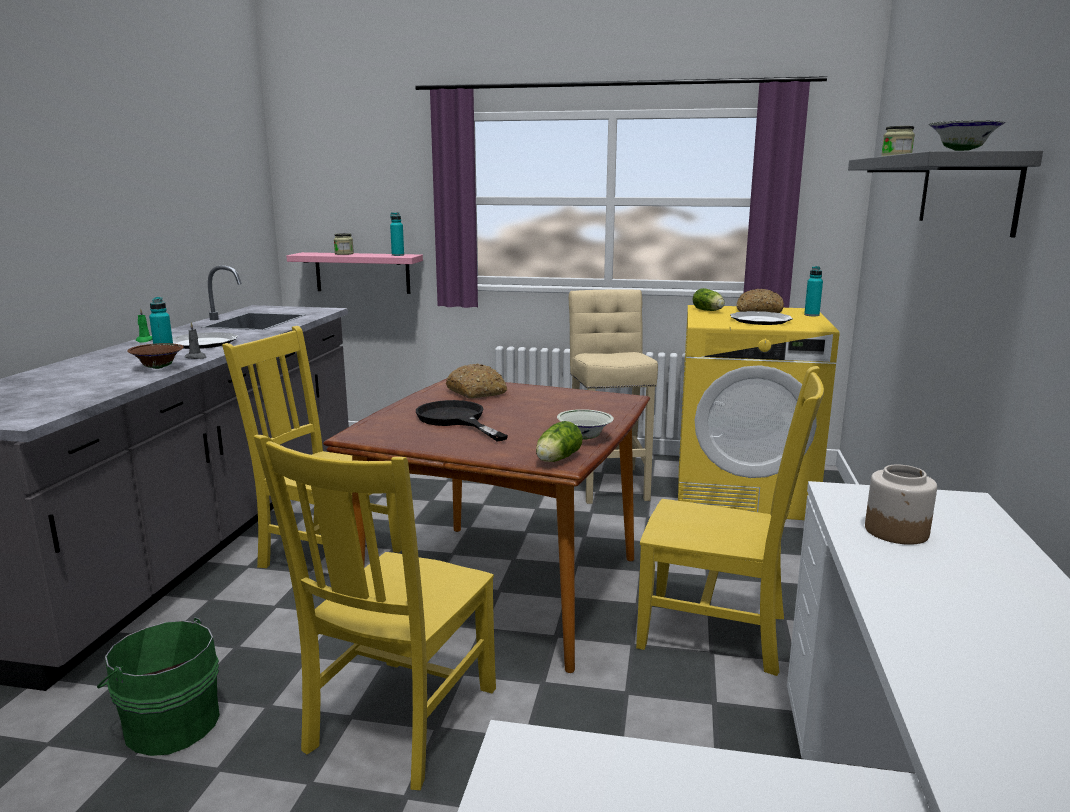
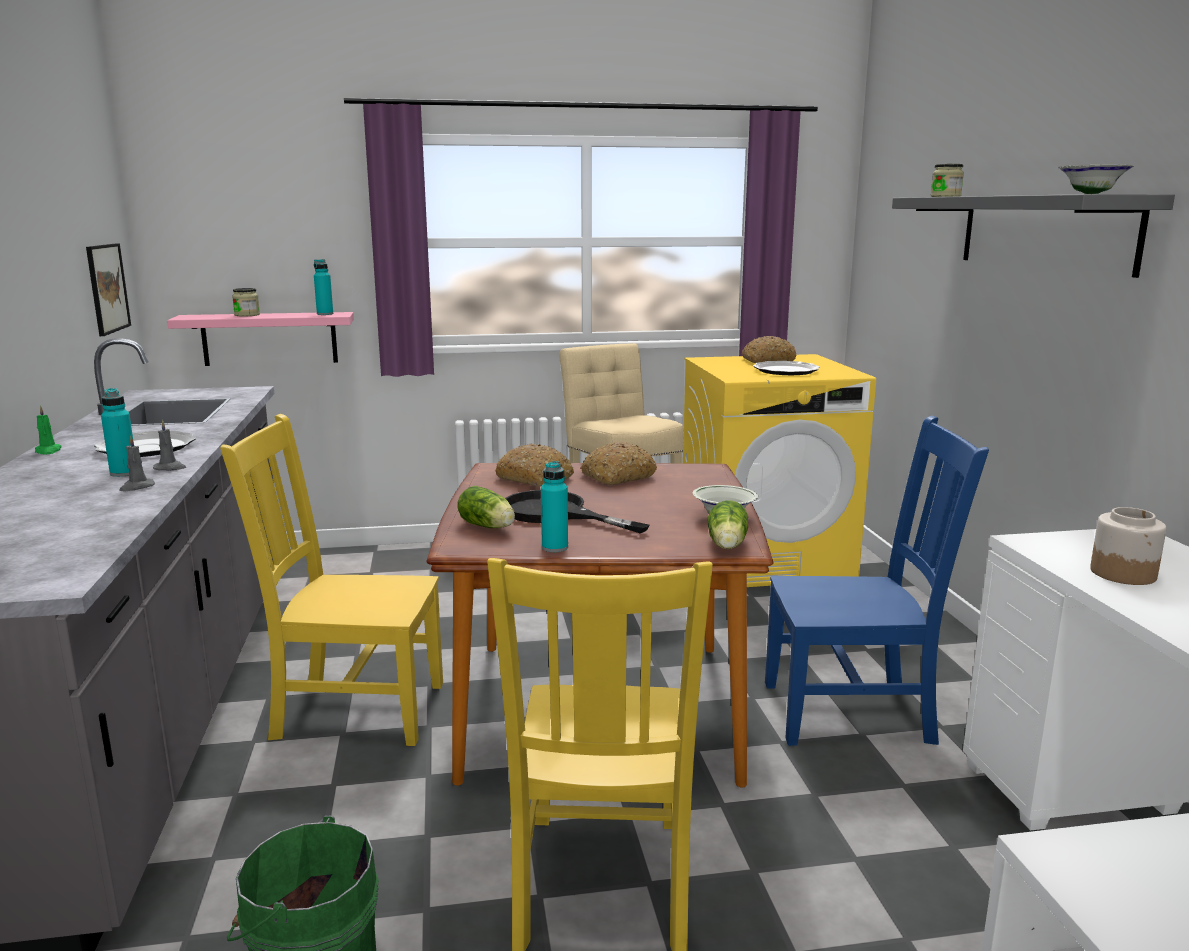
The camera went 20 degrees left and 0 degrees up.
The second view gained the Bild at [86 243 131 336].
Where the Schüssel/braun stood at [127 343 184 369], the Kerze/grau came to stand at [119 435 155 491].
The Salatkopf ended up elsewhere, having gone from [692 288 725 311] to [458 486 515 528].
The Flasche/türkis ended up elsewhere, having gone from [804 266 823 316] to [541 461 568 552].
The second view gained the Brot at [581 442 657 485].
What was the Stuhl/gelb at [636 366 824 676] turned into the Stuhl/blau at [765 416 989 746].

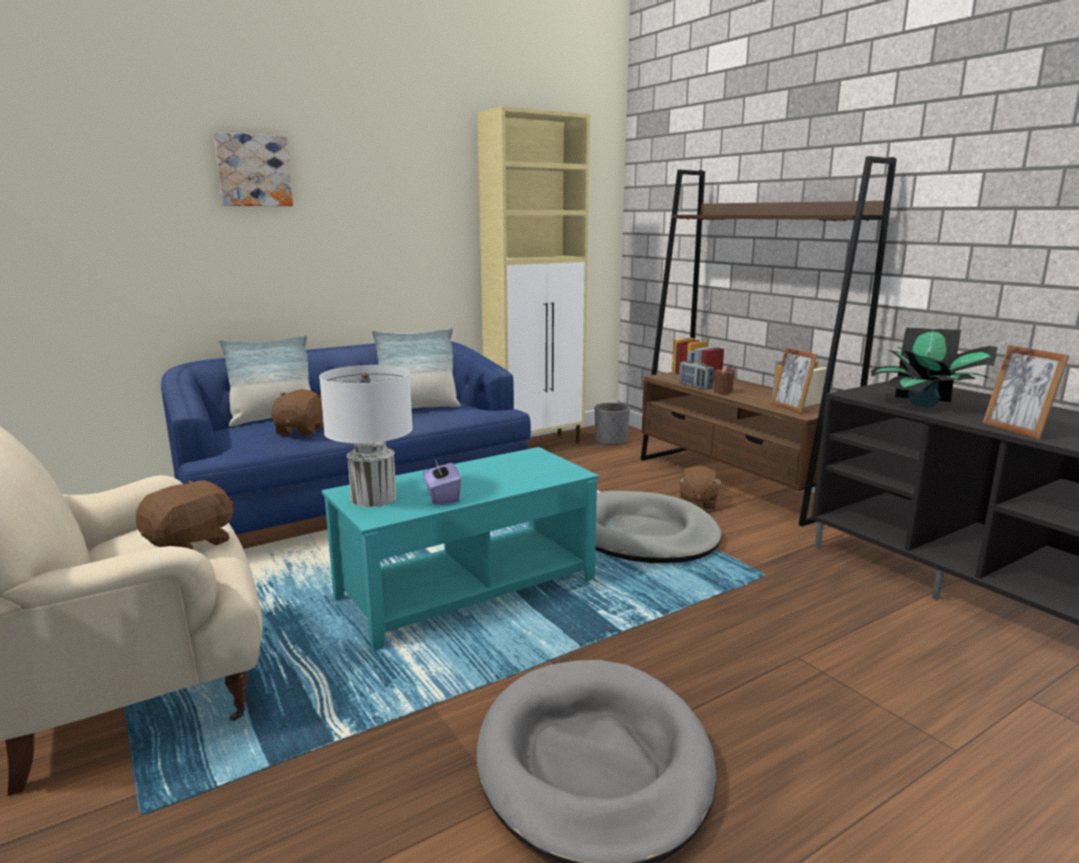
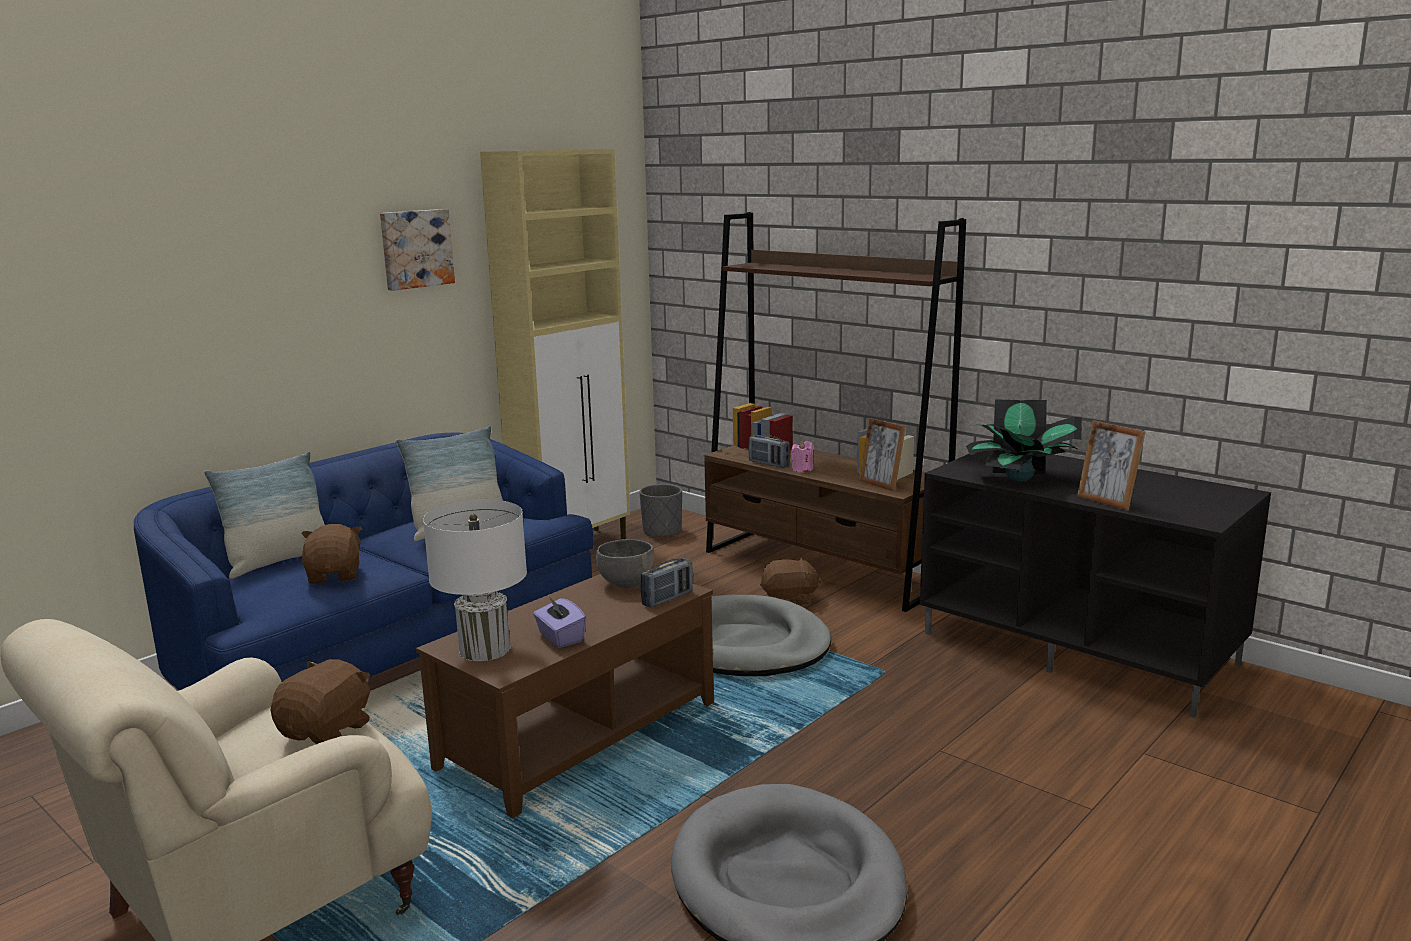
The camera went 15 degrees left and 0 degrees up.
The Bild ended up elsewhere, having gone from [214 132 293 206] to [380 209 455 291].
What was the Couchtisch/türkis at [322 447 599 651] turned into the Couchtisch/braun at [416 574 714 818].
The second view gained the Schüssel/grau at [596 539 654 588].
The second view gained the Radio at [641 558 693 608].
The Plüschtier/braun at [678 466 722 510] ended up facing another way, 90 degrees counterclockwise from before.
What was the Kerze/braun at [713 366 734 394] turned into the Kerze/rosa at [791 441 813 473].

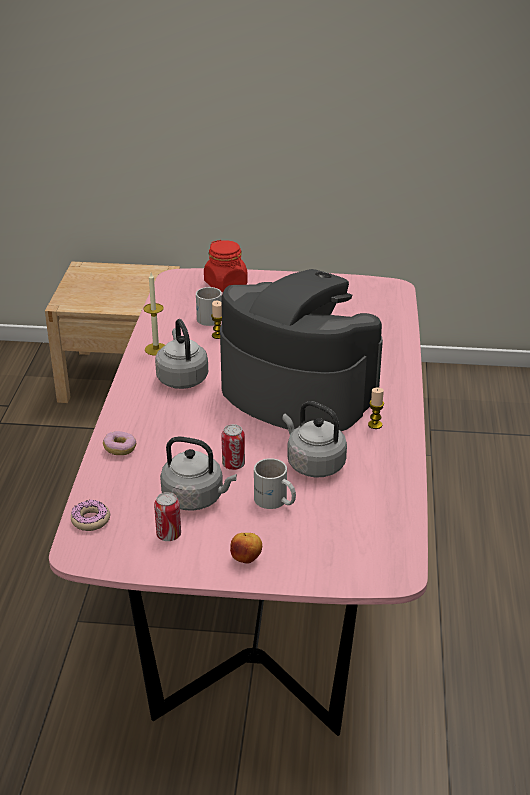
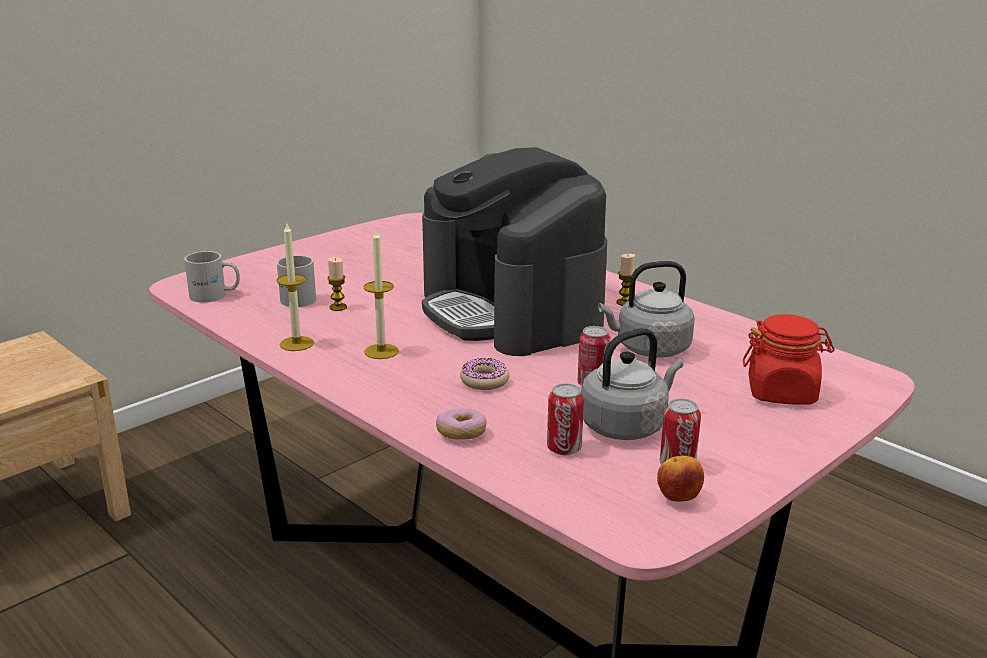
The camera went 50 degrees left and 10 degrees down.
The Henkelbecher/weiß ended up elsewhere, having gone from [254 458 296 509] to [184 251 240 303].
Where the Wasserkessel/grau stood at [155 319 208 389], the Kerze came to stand at [363 230 399 359].
The Kaffeemaschine at [220 269 383 431] ended up facing another way, 105 degrees counterclockwise from before.
The Donut ended up elsewhere, having gone from [71 500 110 531] to [460 358 510 390].
The second view gained the Dose at [547 383 584 455].
The Apfel ended up elsewhere, having gone from [230 533 262 564] to [657 456 704 502].
The Vorratsglas/rot ended up elsewhere, having gone from [204 240 248 292] to [743 314 835 405].

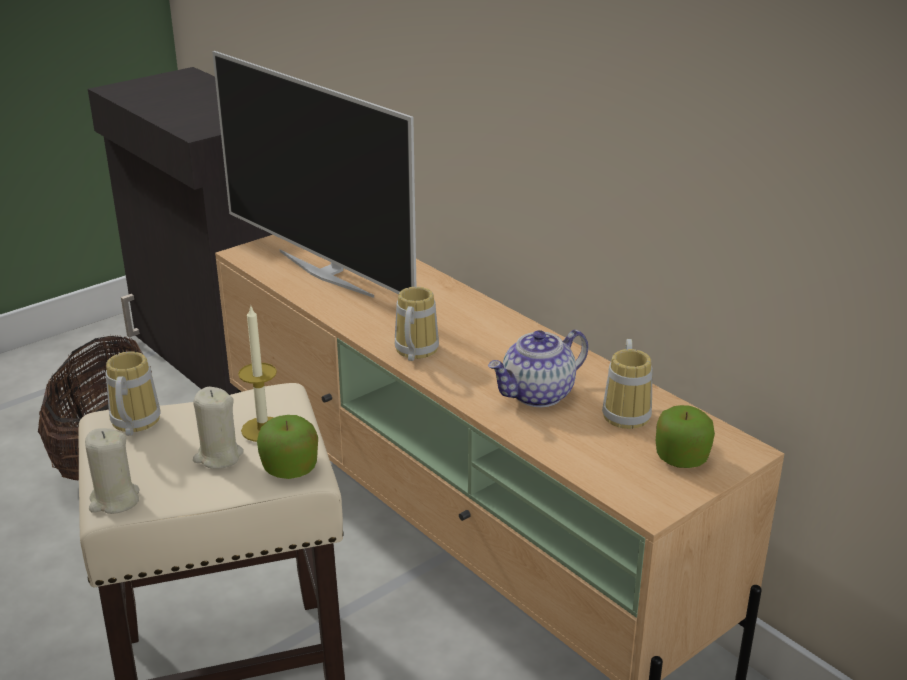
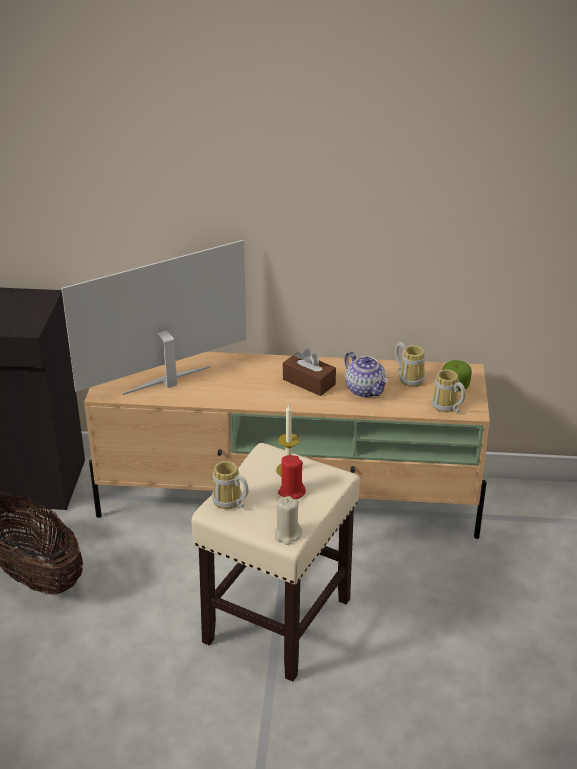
The camera went 45 degrees left and 5 degrees up.
The Fernseher at [212 51 416 298] ended up facing another way, 150 degrees clockwise from before.
What was the Kerze/beige at [193 387 244 469] turned into the Kerze/rot at [278 455 306 499].
The second view gained the Taschentuchbox/braun at [283 349 336 396].
The Teekanne at [488 330 588 407] ended up facing another way, 45 degrees counterclockwise from before.
The Henkelbecher ended up elsewhere, having gone from [395 287 439 361] to [432 370 466 413].
The second view lost the Apfel at [257 415 318 479].

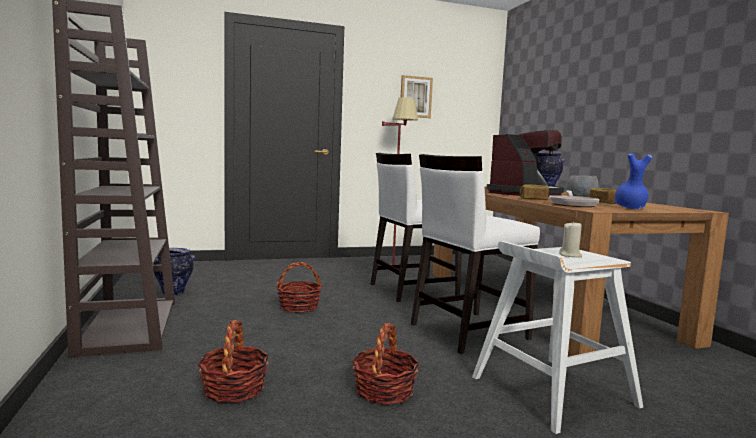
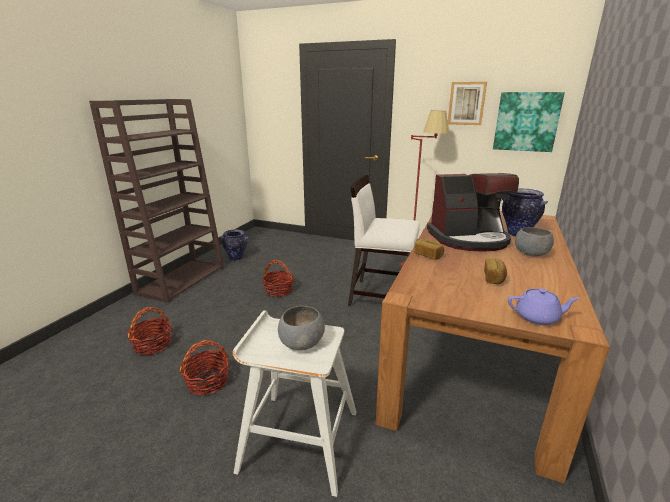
The camera went 40 degrees right and 15 degrees up.
Where the Kerze/beige stood at [559 221 582 257], the Schüssel/grau came to stand at [278 306 325 350].
The second view gained the Bild at [493 92 565 152].
The second view gained the Teekanne/lila at [508 288 580 325].
The second view lost the Stuhl/weiß at [411 154 540 354].
The second view lost the Pfanne at [549 191 599 207].
The second view lost the Vase/blau at [615 153 653 209].

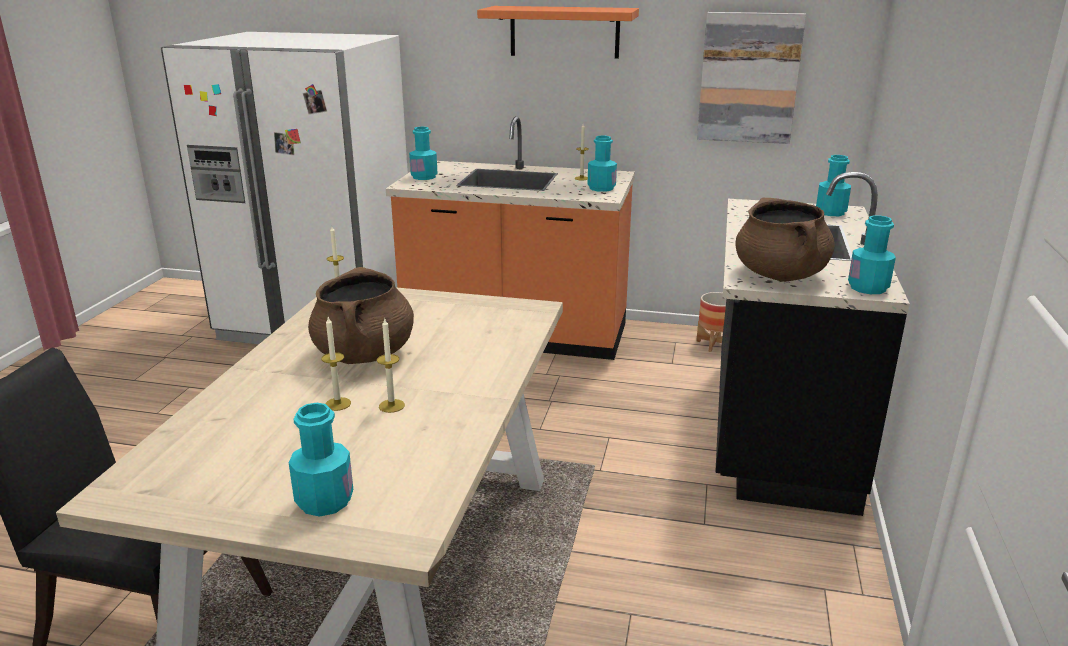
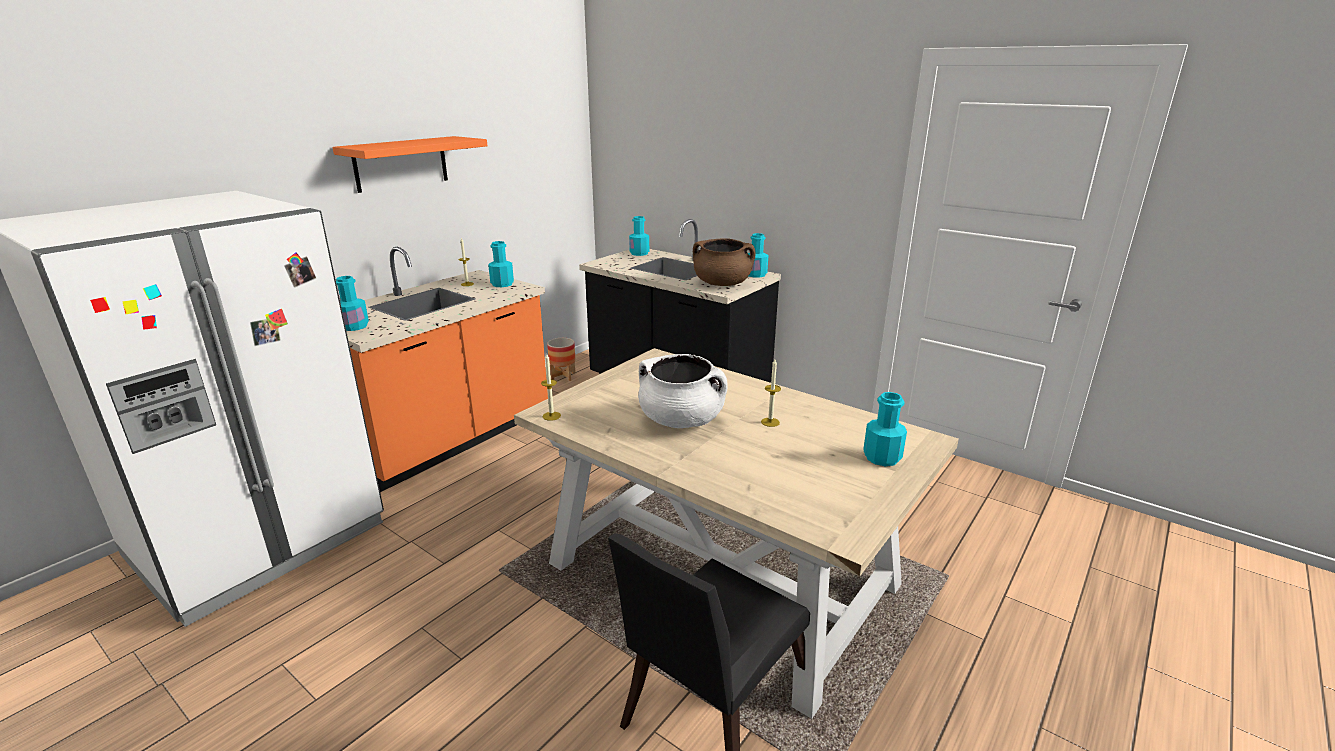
The camera went 65 degrees left and 0 degrees up.
What was the Kochtopf/braun at [308 267 414 364] turned into the Kochtopf/weiß at [638 354 728 428].
The second view lost the Kerze at [321 317 351 411].
The second view lost the Bild at [697 12 806 144].

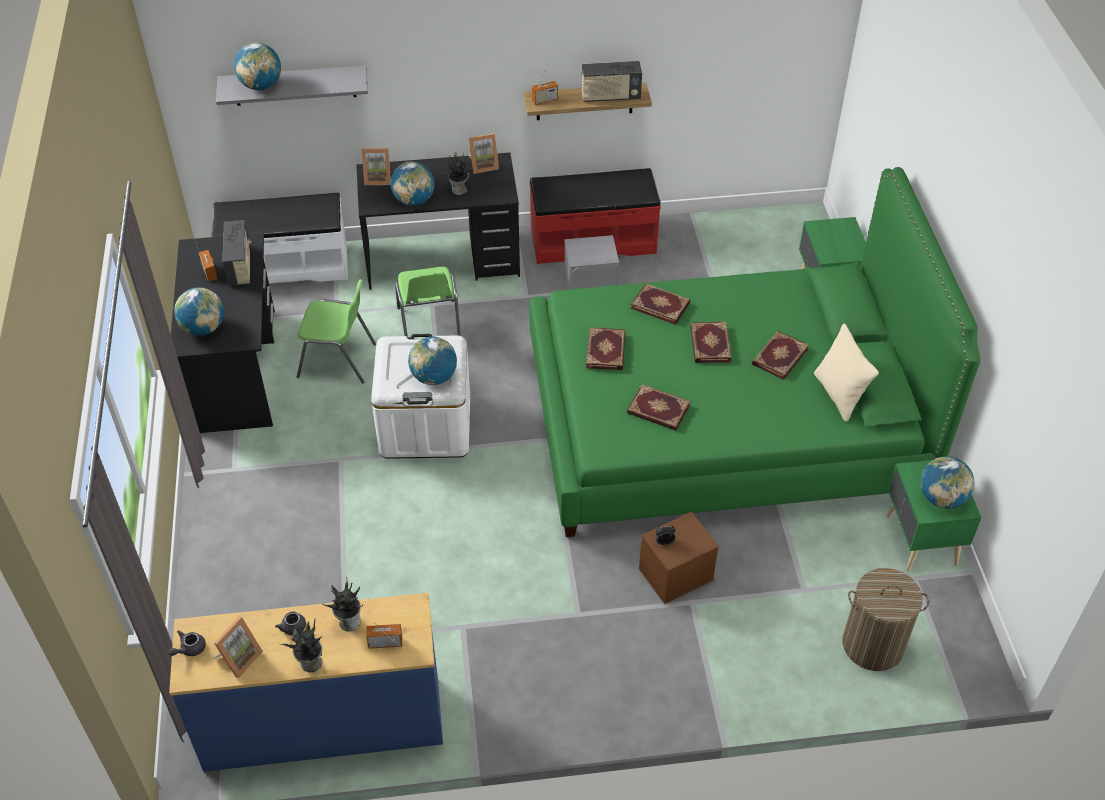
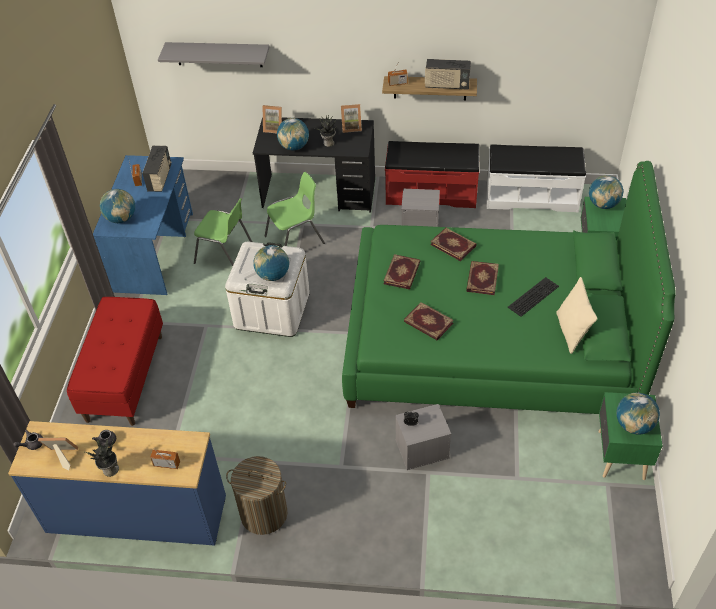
The camera went 15 degrees right and 0 degrees up.
The Bilderrahmen at [213 616 263 679] ended up facing another way, 135 degrees counterclockwise from before.
The second view gained the Bank/rot at [67 297 163 426].
What was the Schreibtisch/schwarz at [171 233 275 433] turned into the Schreibtisch/blau at [93 155 193 295].
The Wäschekorb ended up elsewhere, having gone from [843 568 930 671] to [226 456 287 535].
The Stuhl/grün at [395 267 461 336] ended up facing another way, 120 degrees counterclockwise from before.
What was the Aufbewahrungsbox/braun at [639 512 719 604] turned into the Aufbewahrungsbox/grau at [395 404 451 470].
The Bank/weiß ended up elsewhere, having gone from [212 193 348 284] to [487 144 586 212].
Where the Buch stood at [752 331 809 380], the Tastatur came to stand at [508 277 559 317].
The Globus ended up elsewhere, having gone from [234 43 281 90] to [589 175 623 209].
The second view lost the Topfpflanze at [323 580 363 631].

